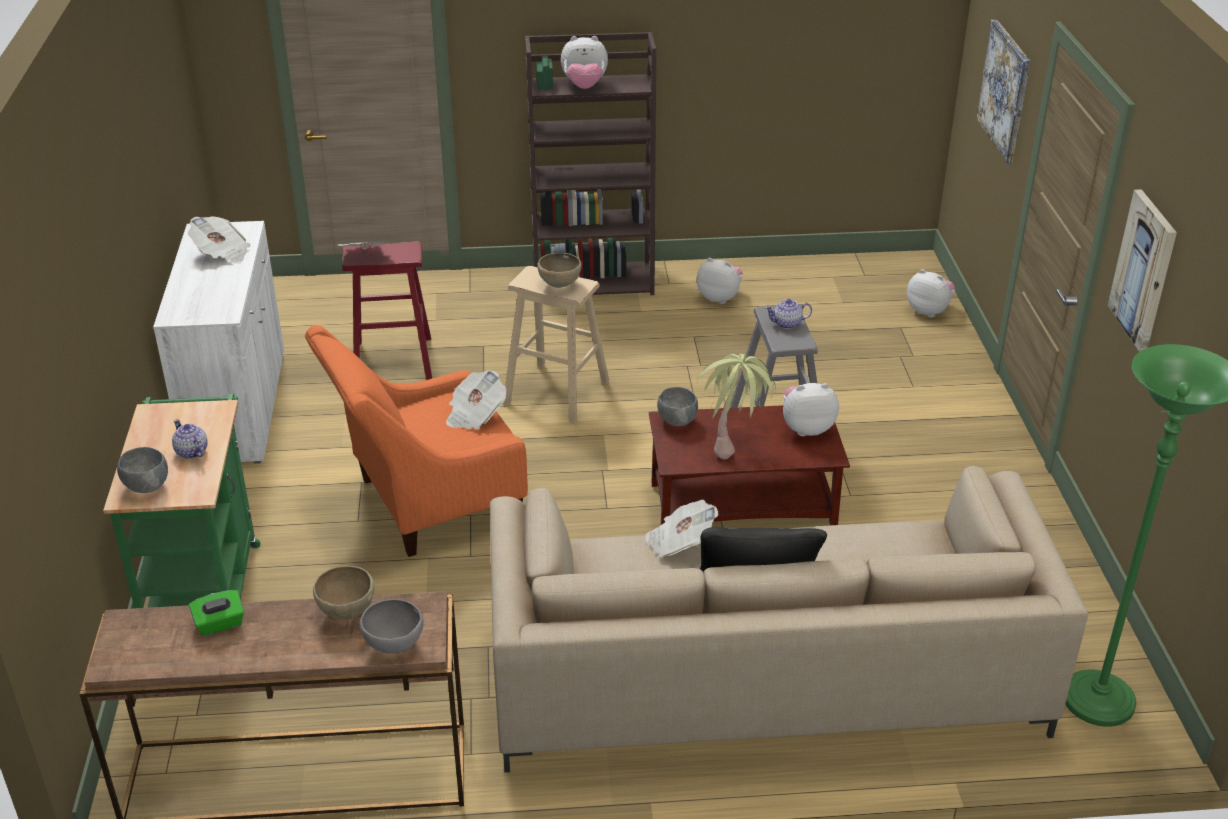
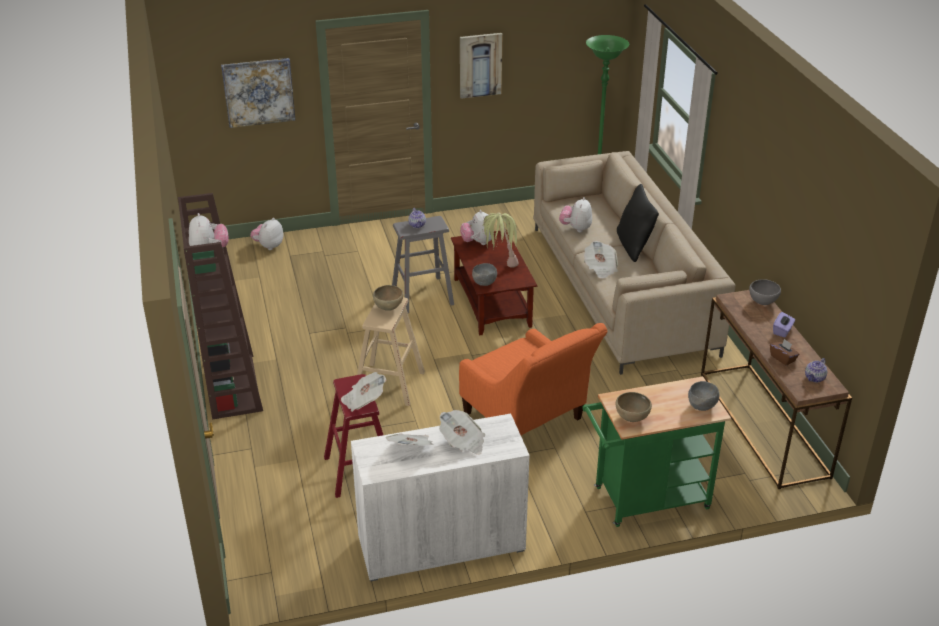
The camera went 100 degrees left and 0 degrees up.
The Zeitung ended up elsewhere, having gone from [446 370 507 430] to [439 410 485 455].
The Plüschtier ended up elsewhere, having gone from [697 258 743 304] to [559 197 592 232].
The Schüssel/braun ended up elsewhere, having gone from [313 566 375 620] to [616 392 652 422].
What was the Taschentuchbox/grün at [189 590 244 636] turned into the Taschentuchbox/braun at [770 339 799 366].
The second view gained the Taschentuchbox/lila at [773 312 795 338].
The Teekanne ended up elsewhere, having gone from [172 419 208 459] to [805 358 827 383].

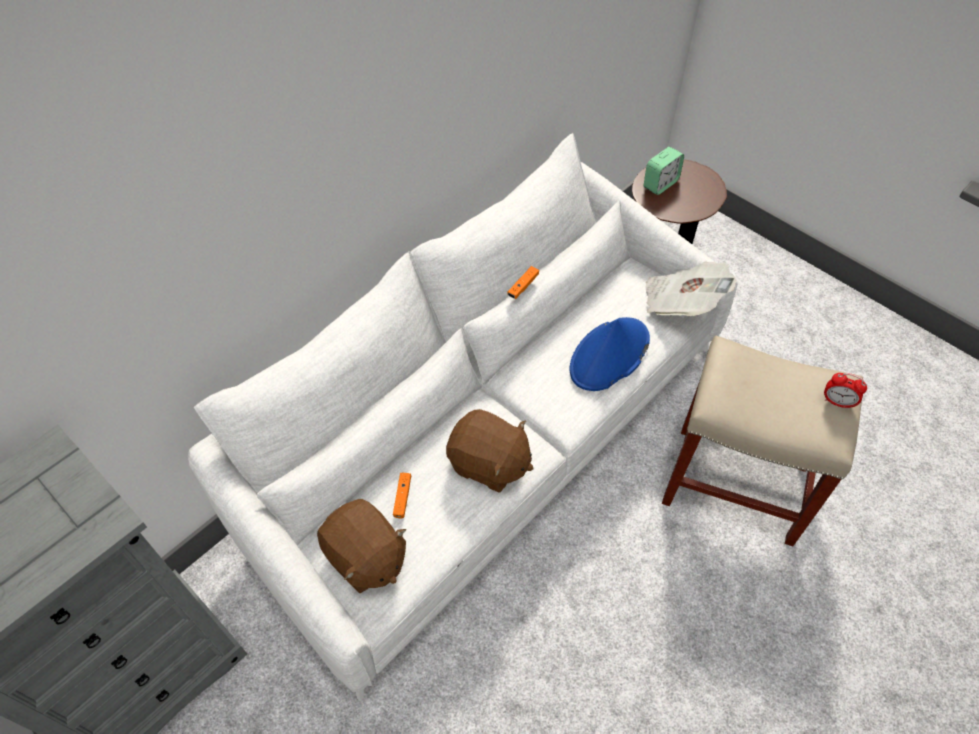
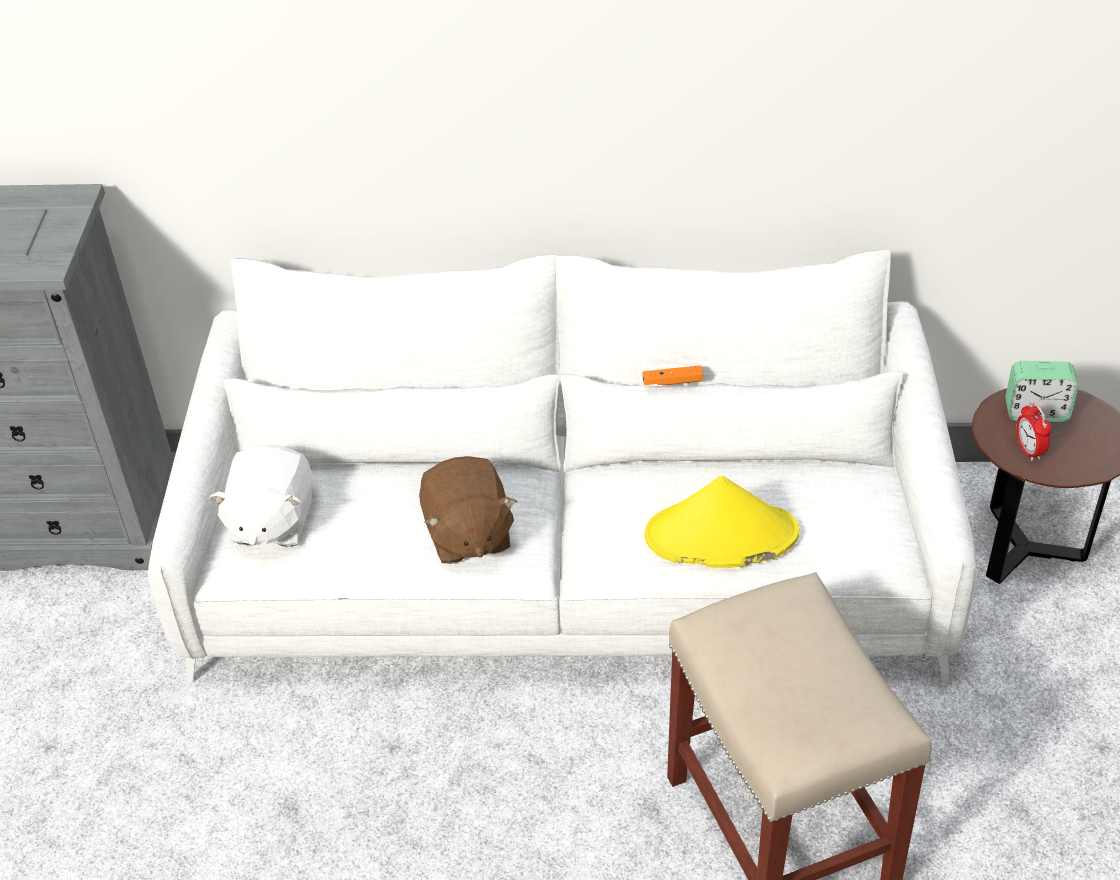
The camera went 50 degrees right and 10 degrees down.
What was the Plüschtier/braun at [317 499 406 593] turned into the Plüschtier/weiß at [209 444 312 547].
What was the Hut/blau at [570 317 650 391] turned into the Hut/gelb at [644 476 799 568].
The Wecker ended up elsewhere, having gone from [824 373 867 409] to [1016 403 1052 461].
The second view lost the Gamepad/orange at [393 473 411 518].
The second view lost the Zeitung at [646 261 736 316].

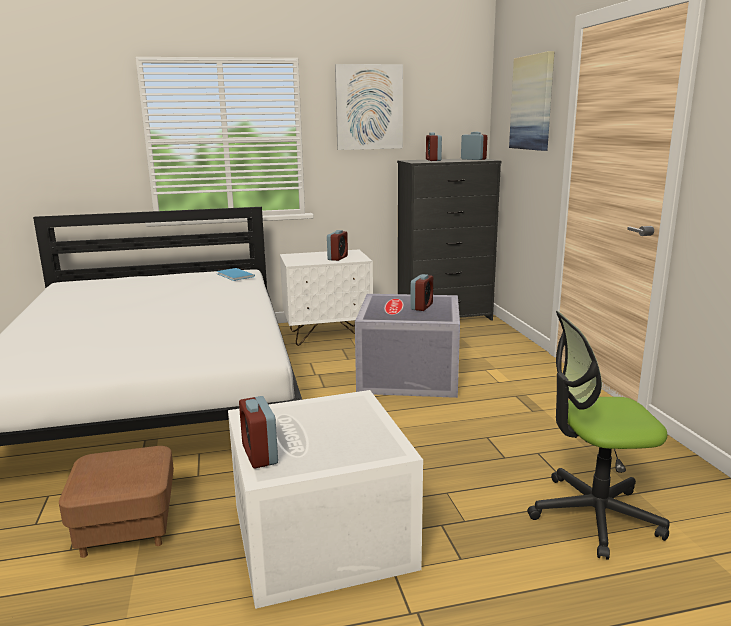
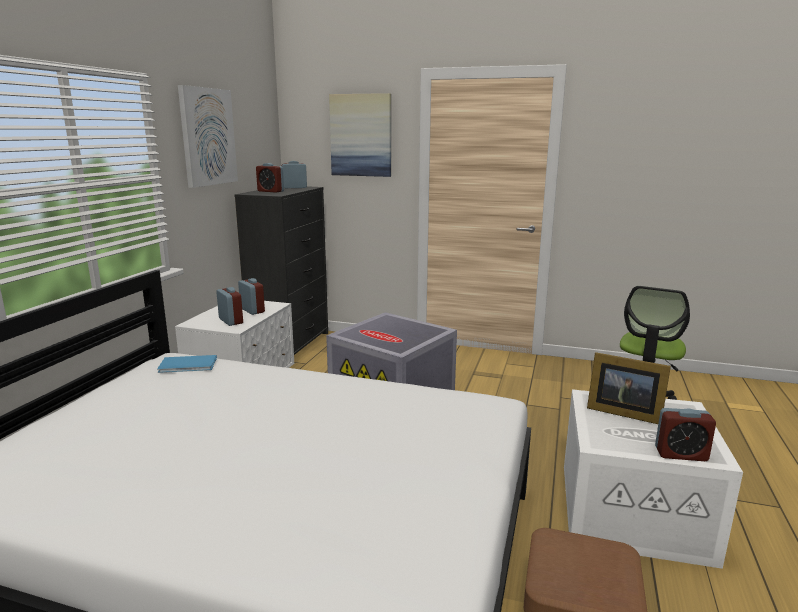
The camera went 60 degrees left and 0 degrees up.
The Wecker ended up elsewhere, having gone from [410 274 433 311] to [216 287 243 326].
The second view gained the Bilderrahmen at [587 352 671 424].

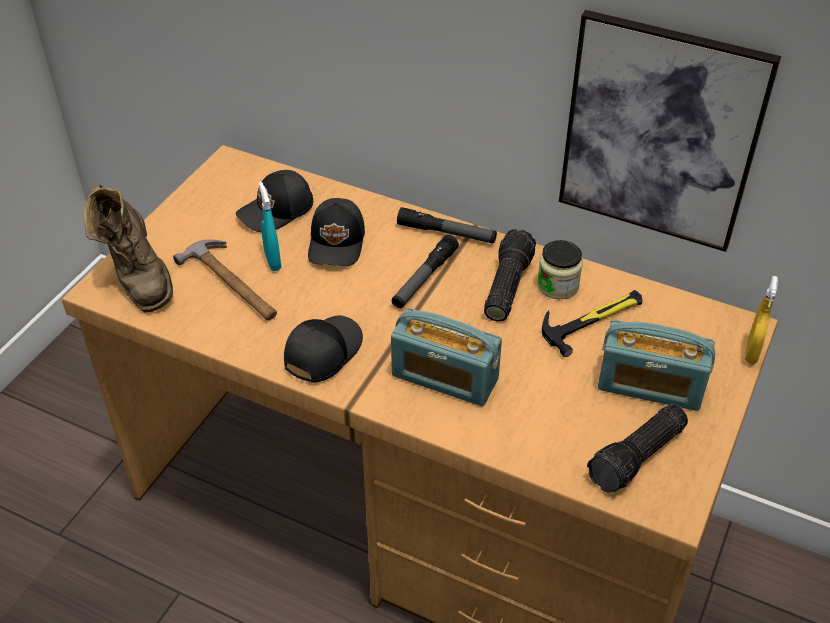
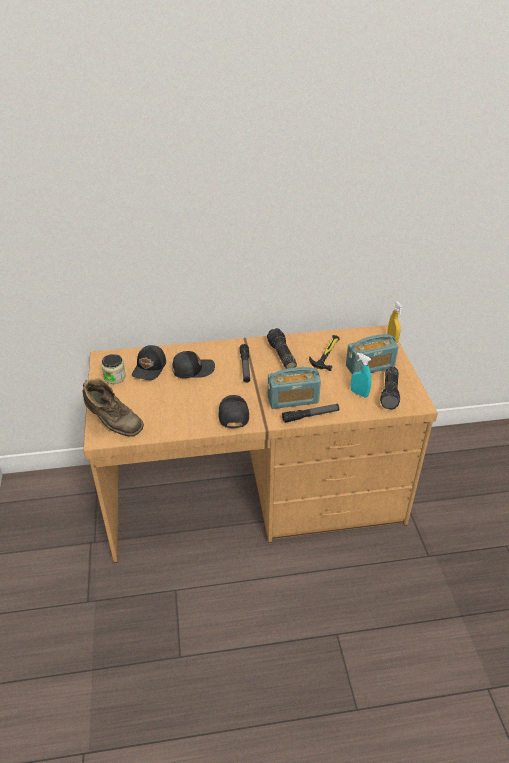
The camera went 35 degrees left and 5 degrees down.
The Vorratsglas ended up elsewhere, having gone from [537 240 583 299] to [102 354 126 384].
The Kappe/schwarz at [308 198 365 266] ended up facing another way, 75 degrees counterclockwise from before.
The Taschenlampe ended up elsewhere, having gone from [397 207 497 244] to [282 404 339 423].
The Sprühflasche/türkis ended up elsewhere, having gone from [259 182 281 271] to [351 353 371 397].
The second view lost the Hammer at [173 240 277 320].
The second view lost the Bild at [559 10 781 252].

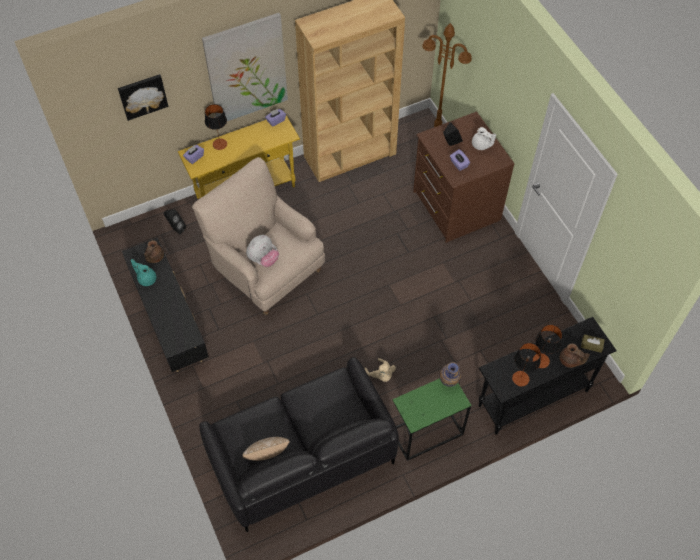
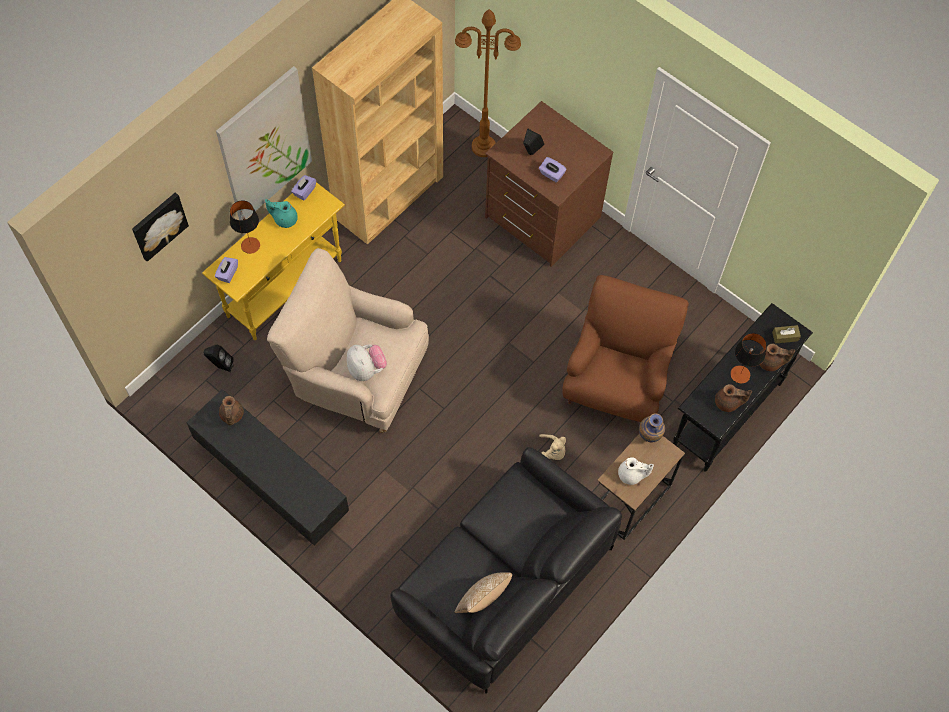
The camera went 25 degrees left and 5 degrees up.
The Teekanne/türkis ended up elsewhere, having gone from [131 259 156 286] to [265 199 298 228].
The Plüschtier at [246 235 279 267] ended up facing another way, 45 degrees counterclockwise from before.
The second view gained the Sessel/braun at [562 275 689 422].
What was the Beistelltisch/grün at [393 378 472 461] turned into the Beistelltisch/braun at [597 433 685 540].
The Teekanne/weiß ended up elsewhere, having gone from [472 127 496 150] to [618 457 654 485].
Where the Tischlampe stood at [512 343 541 386], the Teekanne/braun came to stand at [715 384 752 412].

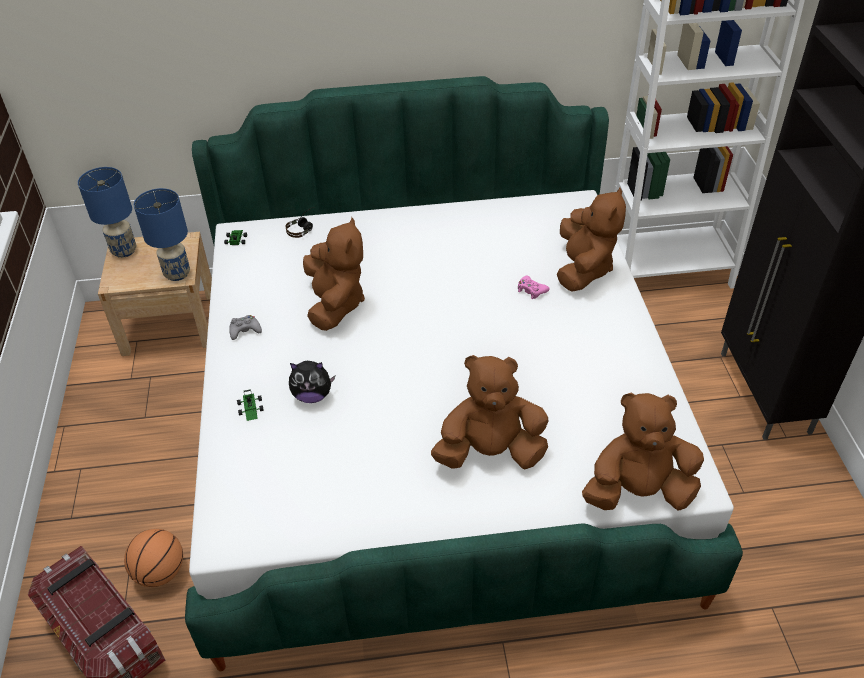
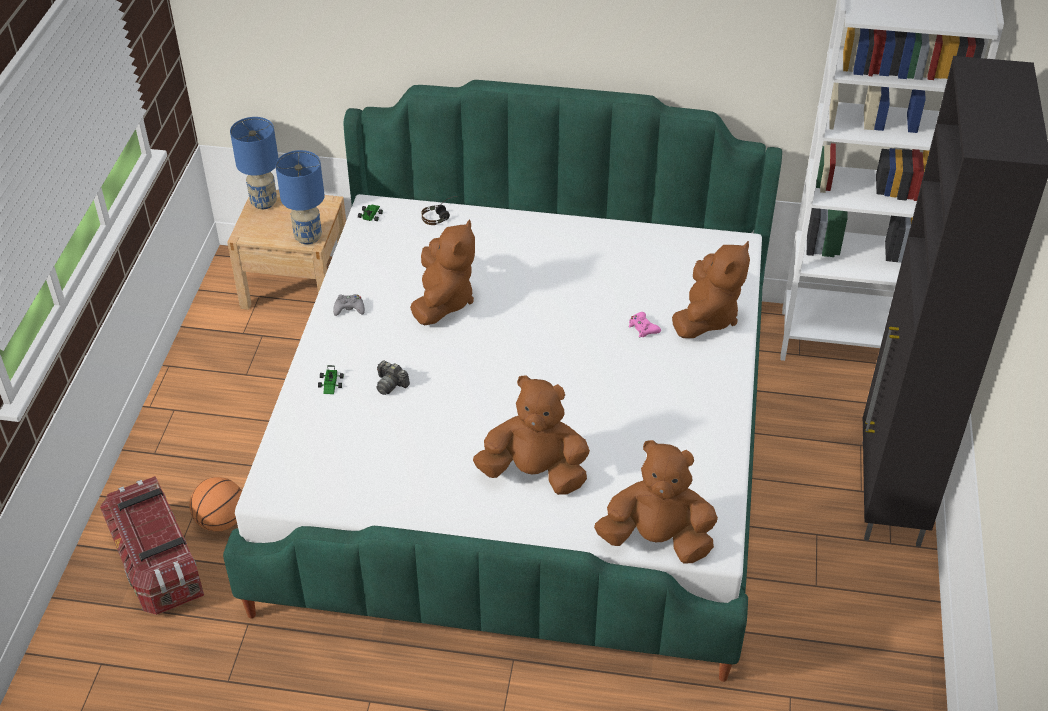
The camera went 15 degrees right and 0 degrees up.
Where the Plüschtier stood at [289 361 335 403], the Kamera came to stand at [376 361 410 395].

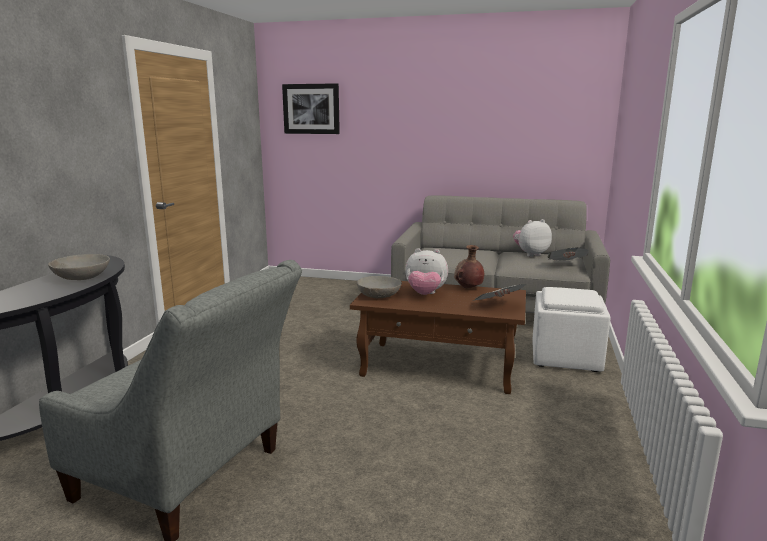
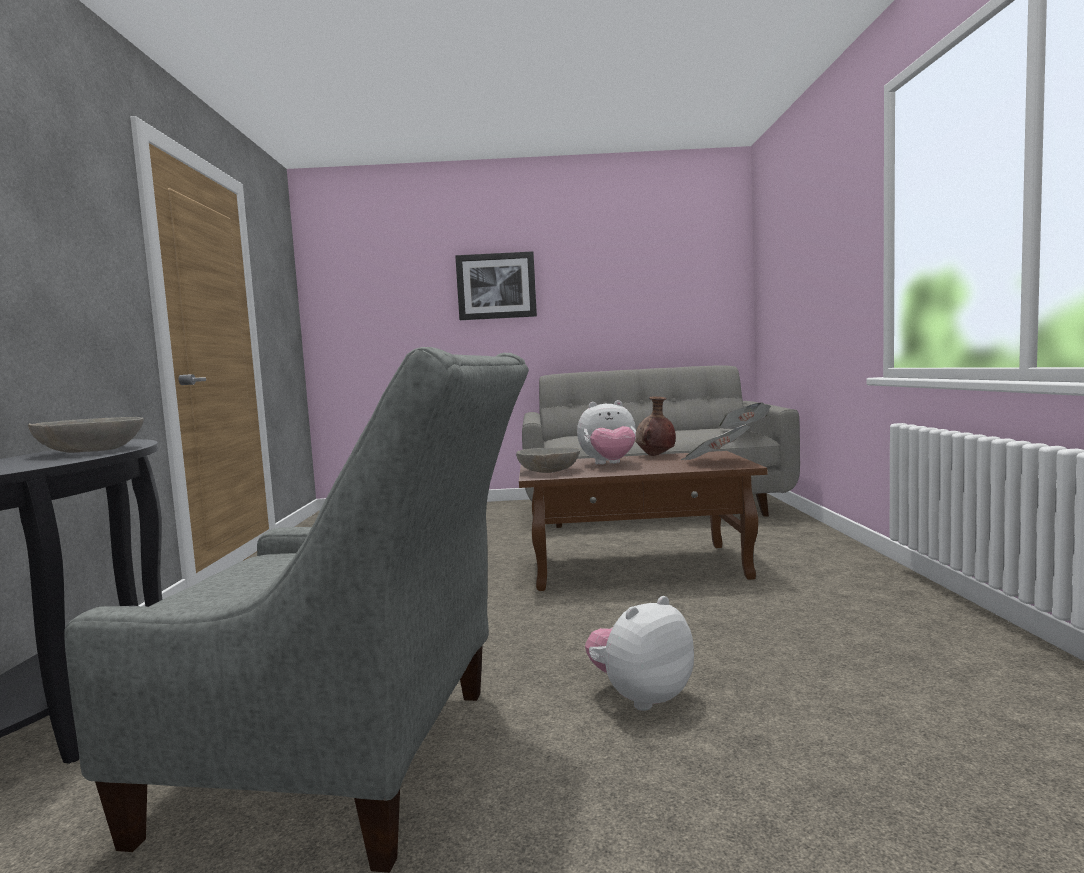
The camera went 15 degrees left and 10 degrees down.
The Bild ended up elsewhere, having gone from [282 83 340 134] to [455 251 537 320].
The Plüschtier ended up elsewhere, having gone from [513 219 552 257] to [585 596 694 711].
The second view lost the Polsterhocker/weiß at [532 287 611 372].

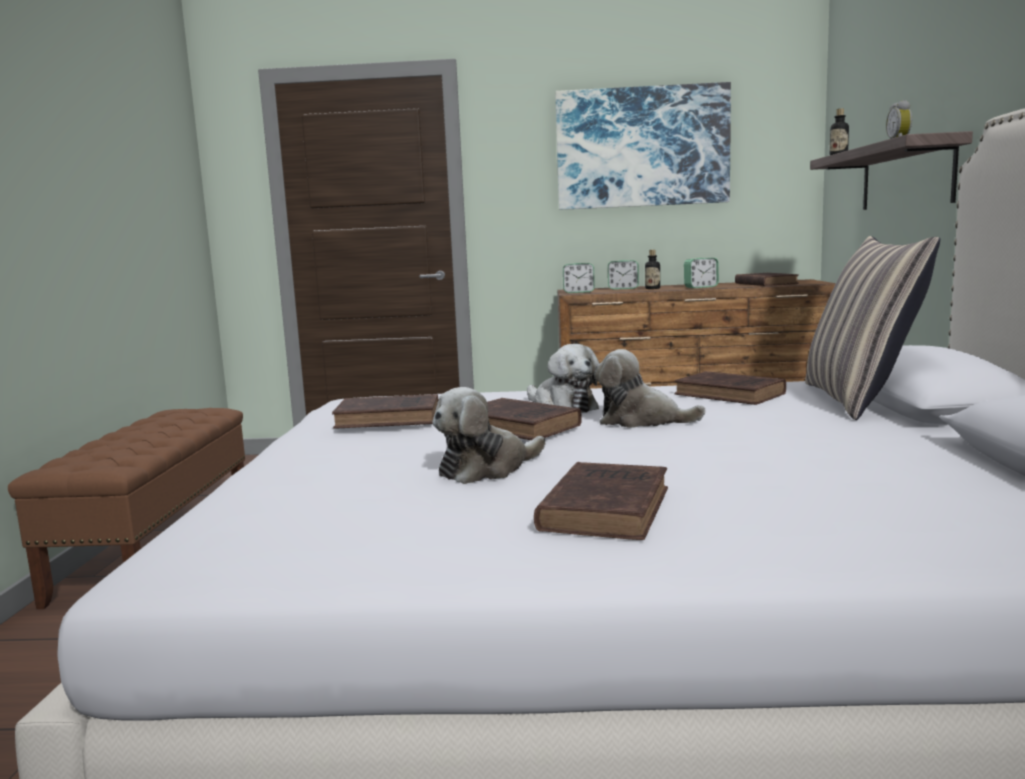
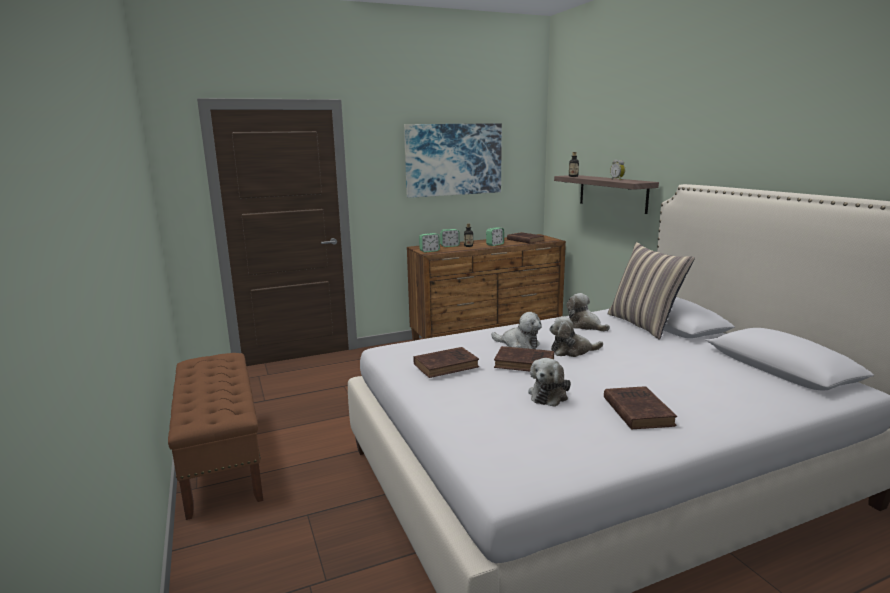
The camera went 25 degrees left and 5 degrees up.
Where the Buch/braun stood at [674 371 786 405], the Plüschtier came to stand at [566 293 610 331].

